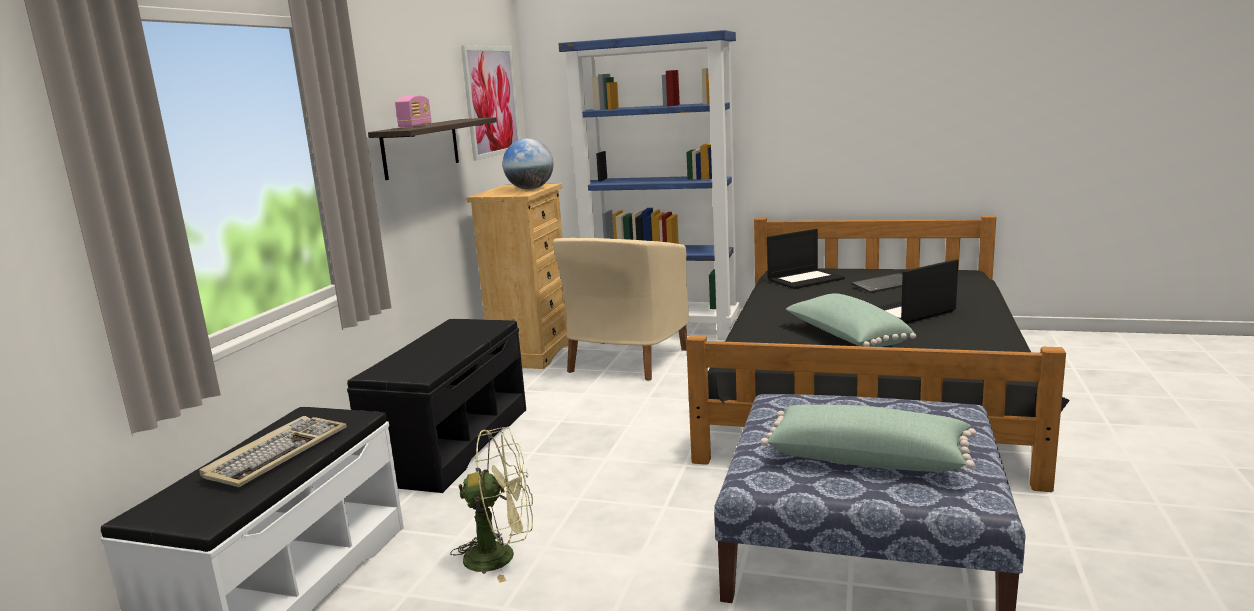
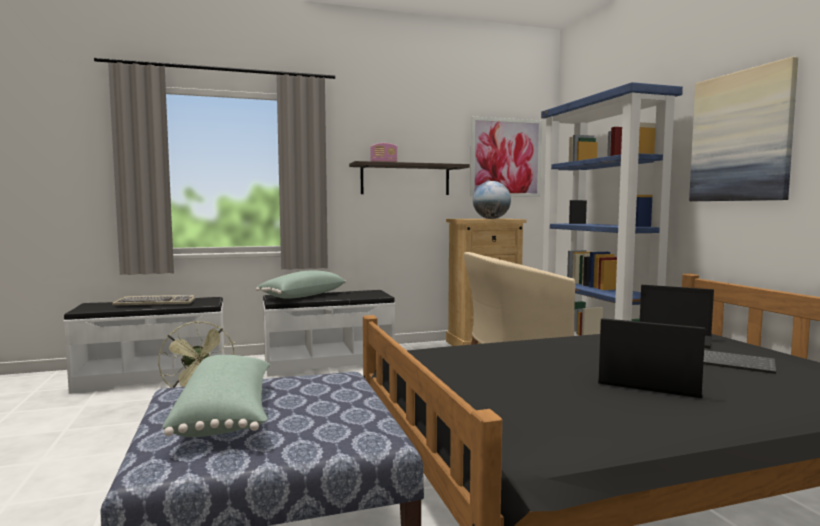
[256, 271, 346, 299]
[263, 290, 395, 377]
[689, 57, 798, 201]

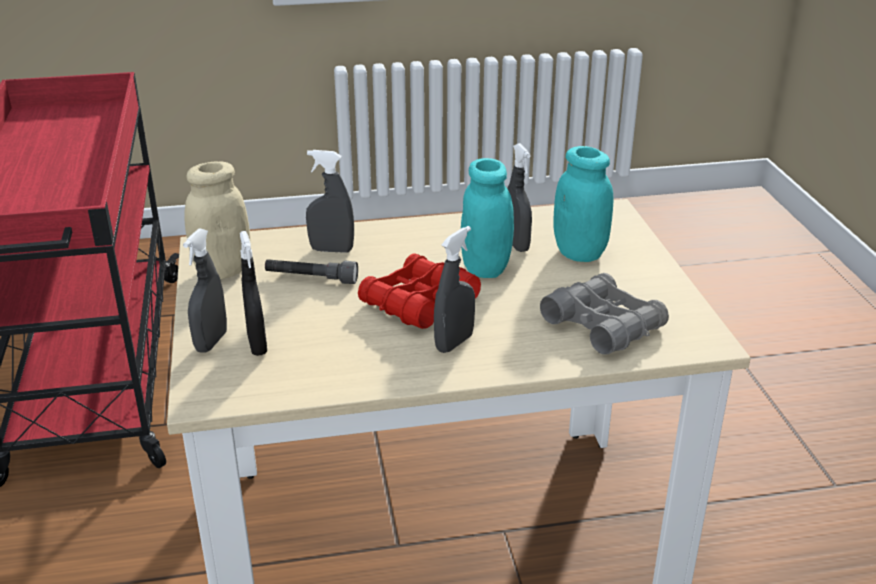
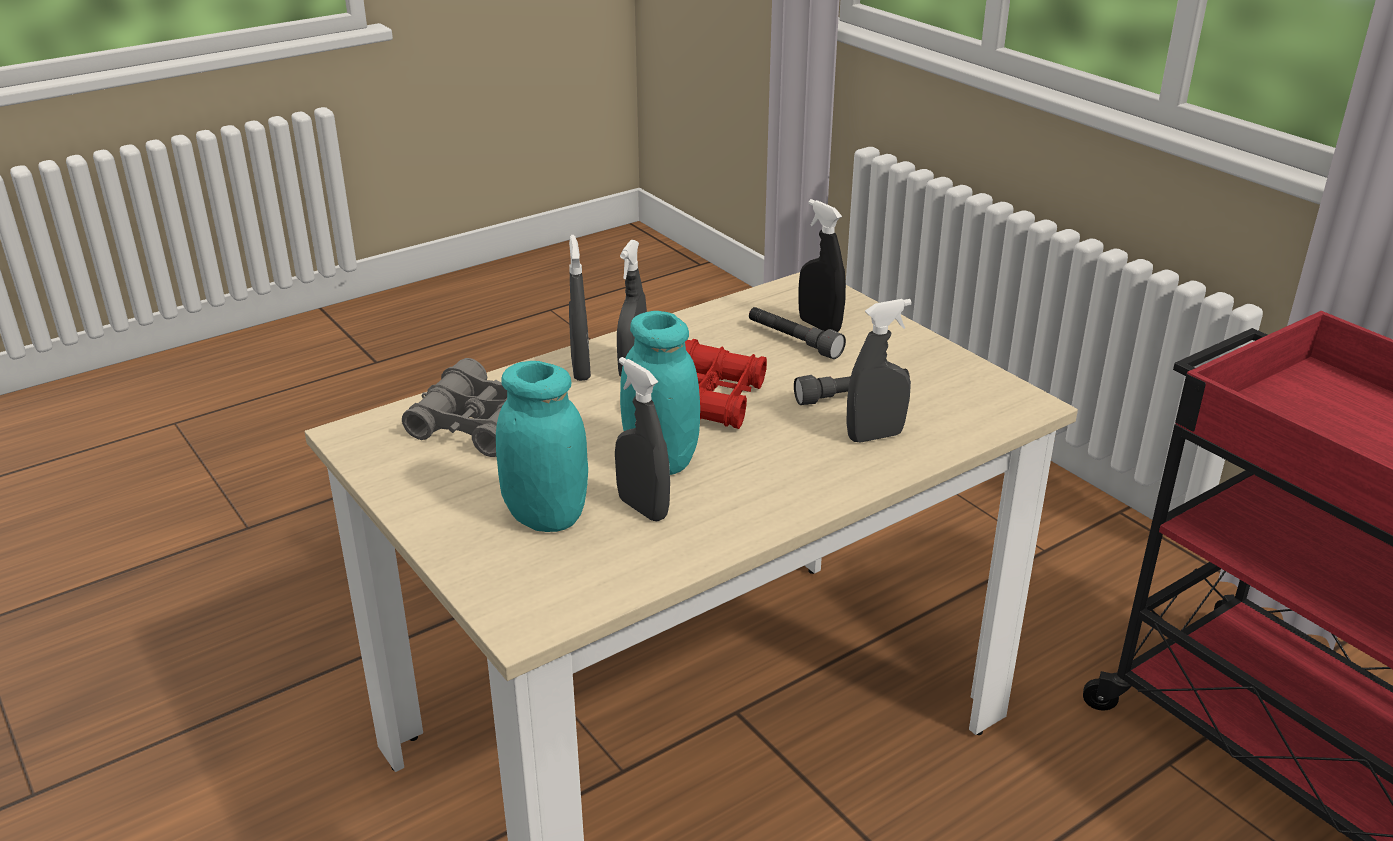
[569, 235, 591, 381]
[749, 307, 846, 359]
[184, 161, 250, 279] (first image)

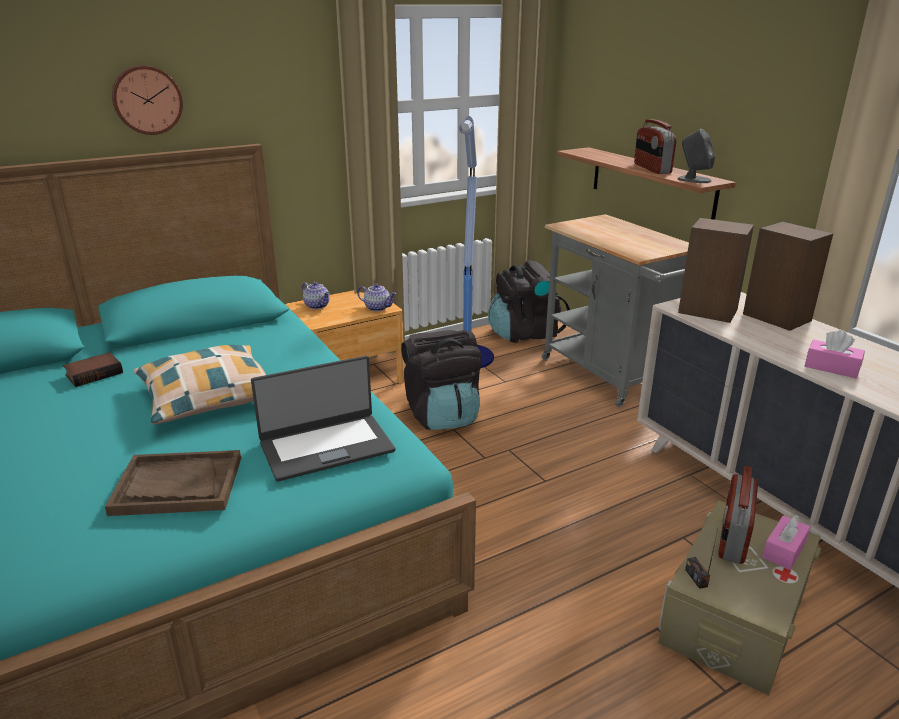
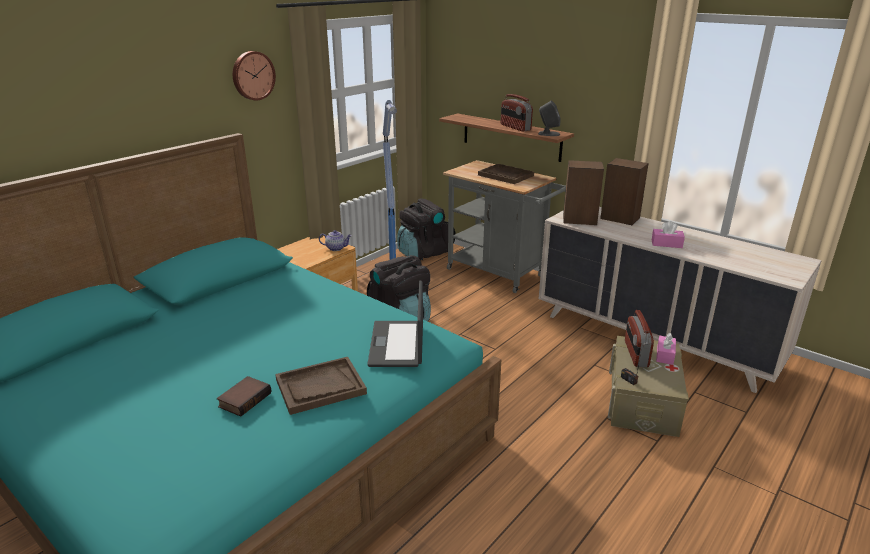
[217, 376, 271, 417]
[233, 51, 276, 100]
[367, 281, 423, 367]
[478, 164, 534, 184]
[134, 345, 266, 424] (first image)
[302, 282, 330, 309] (first image)

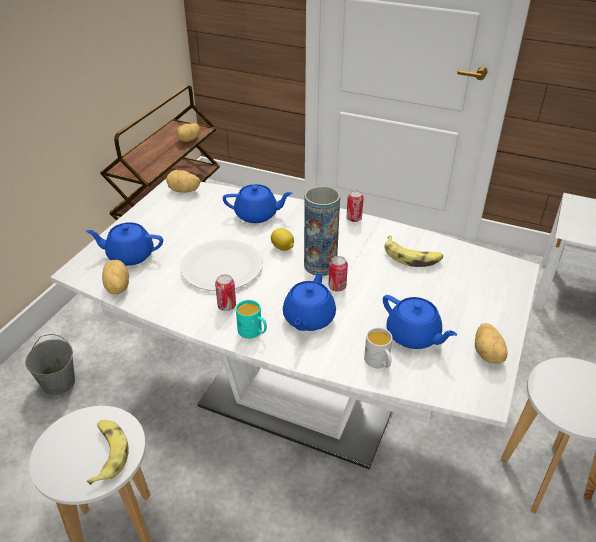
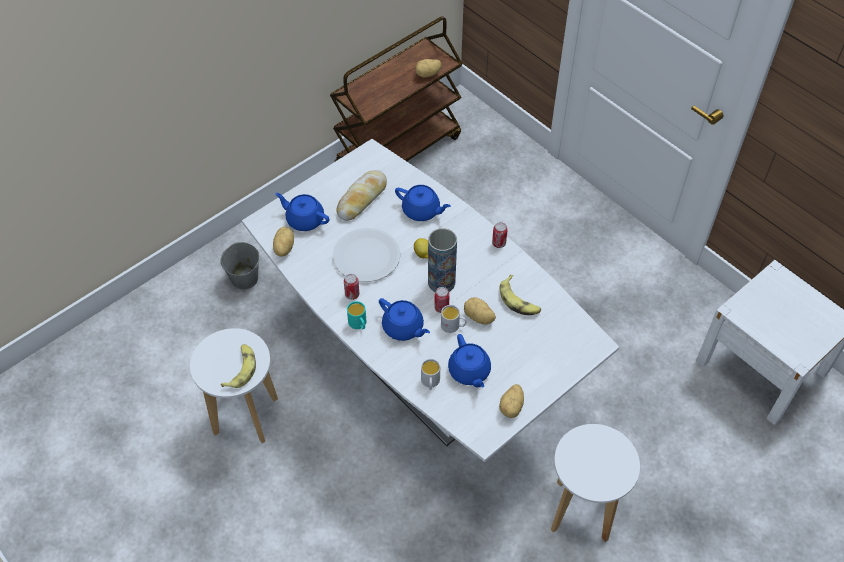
[336, 170, 387, 221]
[379, 298, 430, 341]
[441, 305, 467, 333]
[464, 297, 496, 324]

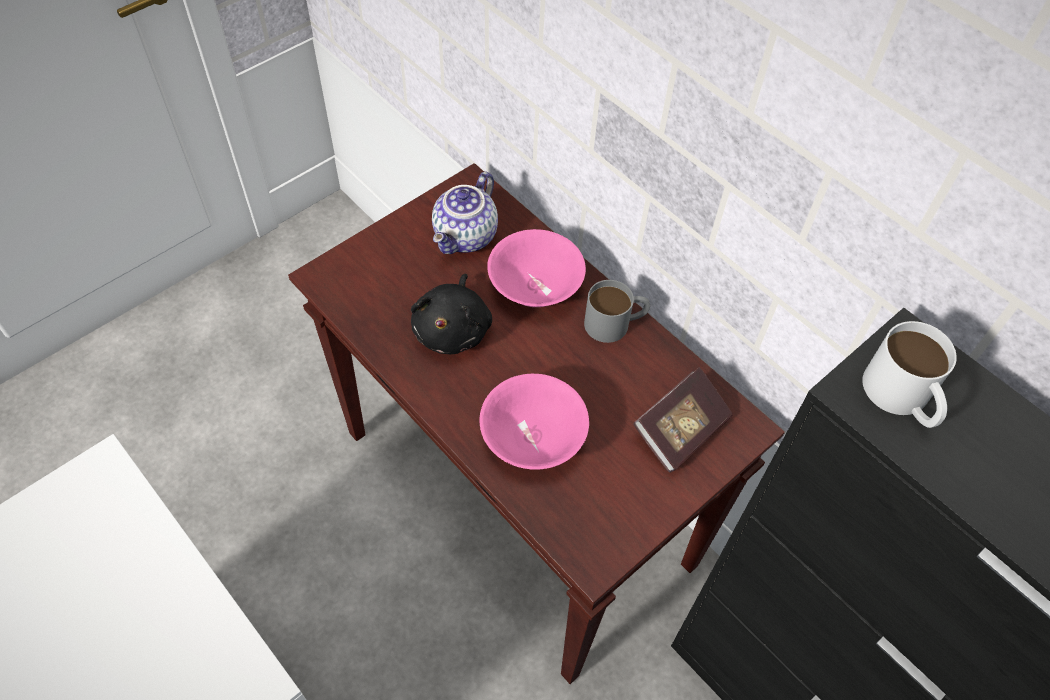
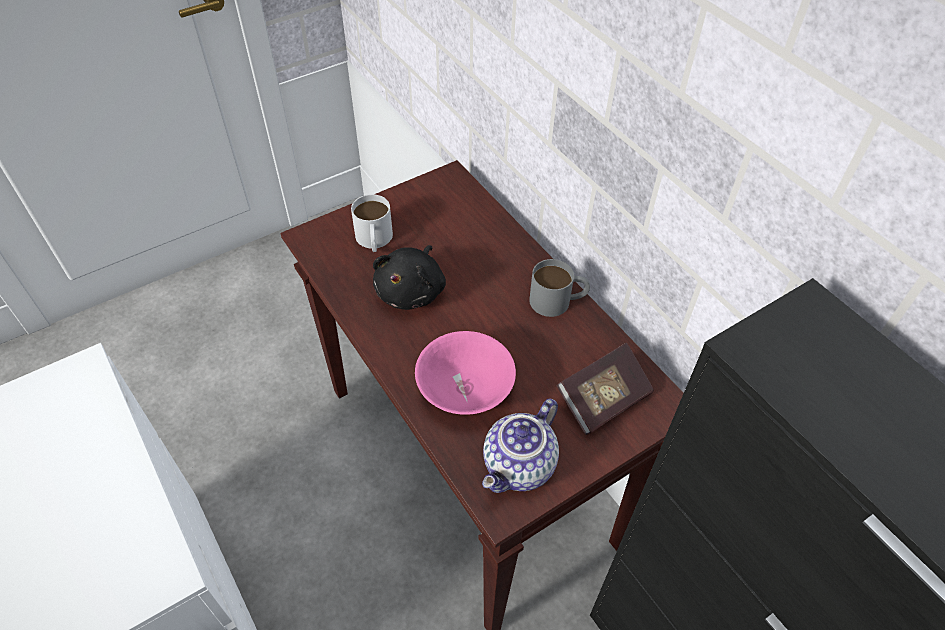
[351, 194, 393, 252]
[482, 398, 559, 493]
[487, 229, 586, 307] (first image)

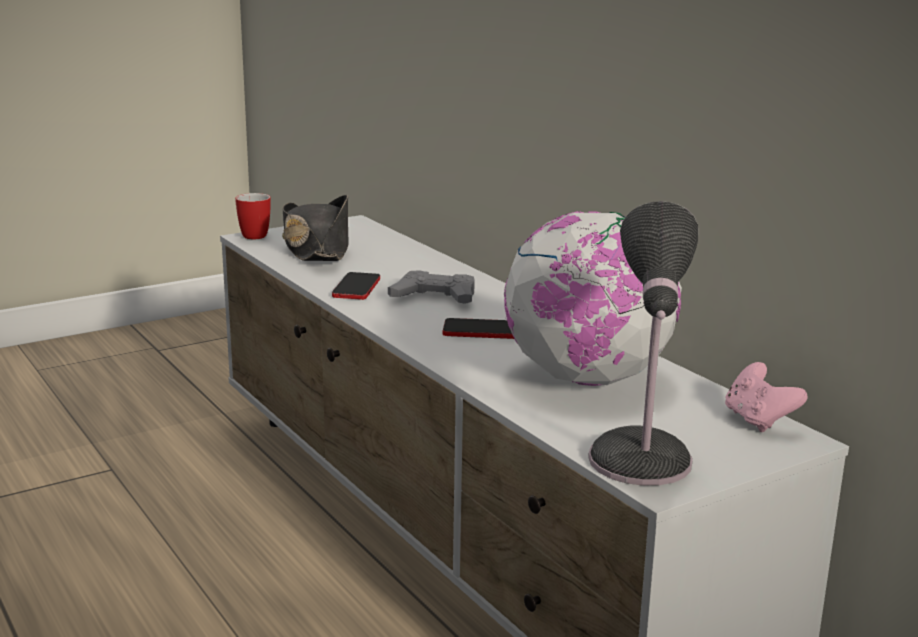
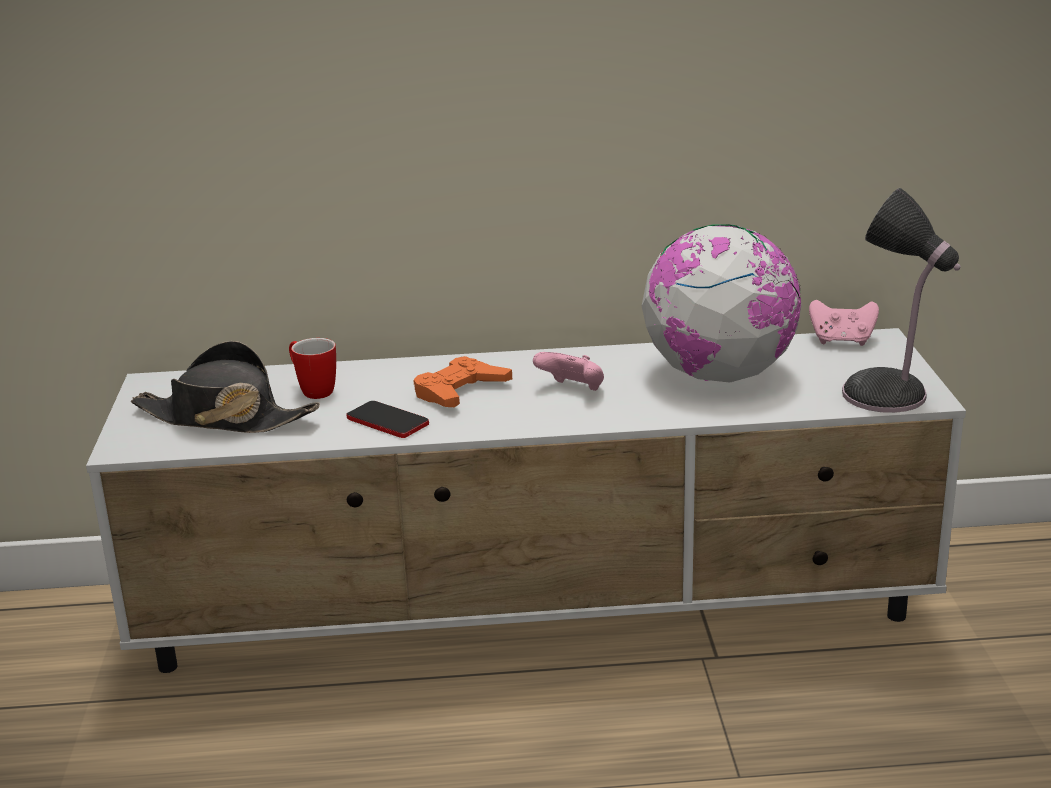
[289, 338, 336, 399]
[413, 356, 512, 407]
[533, 352, 604, 391]

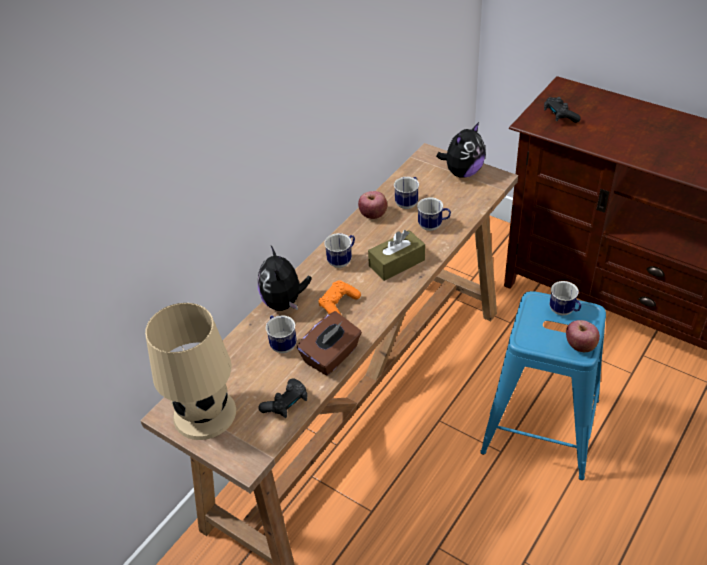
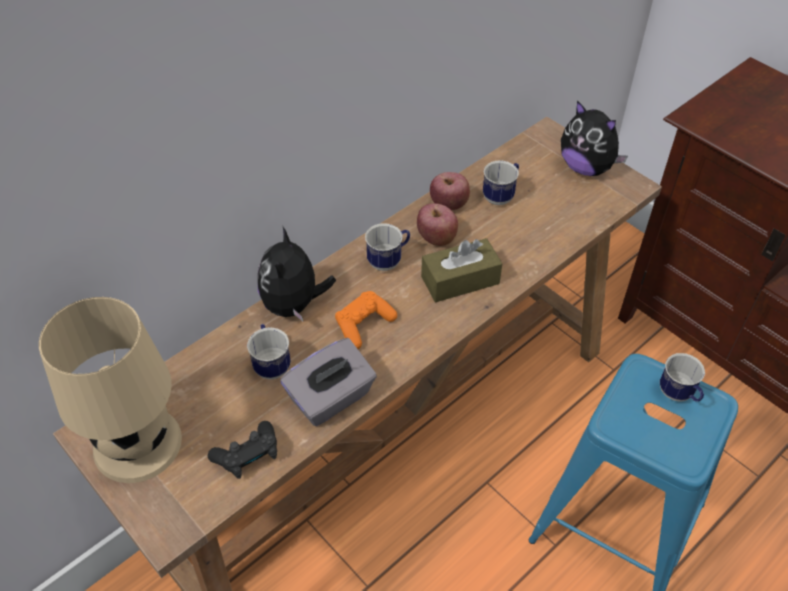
[280, 338, 377, 426]
[417, 203, 458, 246]
[561, 100, 628, 176]
[417, 197, 451, 231] (first image)
[544, 97, 581, 123] (first image)

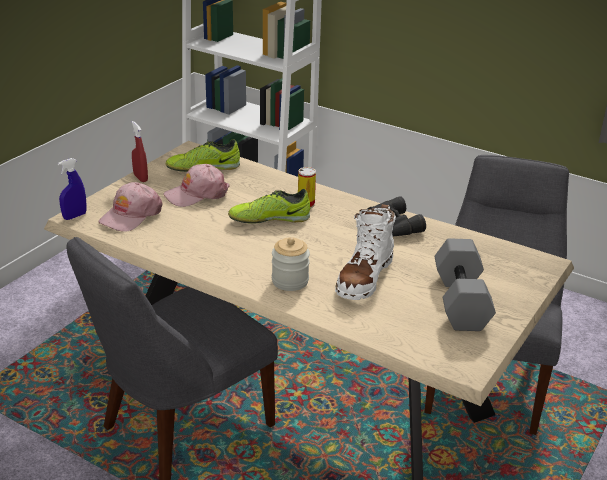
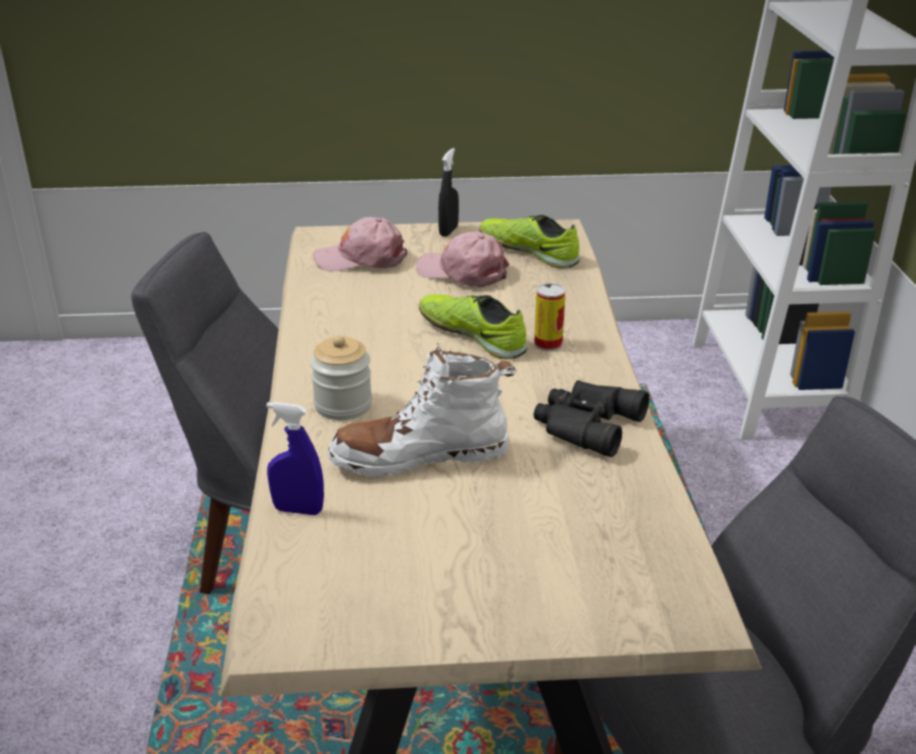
[266, 402, 324, 515]
[438, 148, 459, 237]
[435, 238, 496, 331] (first image)

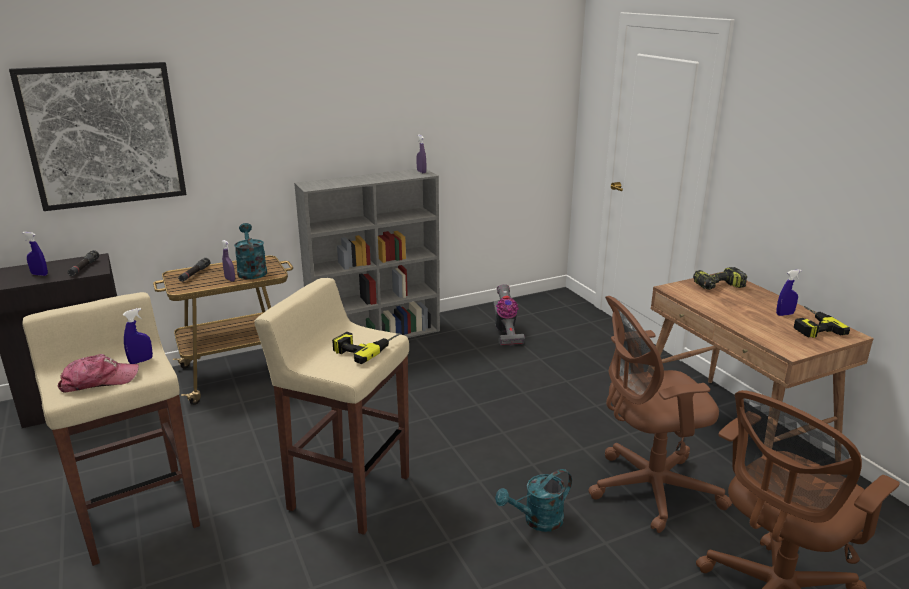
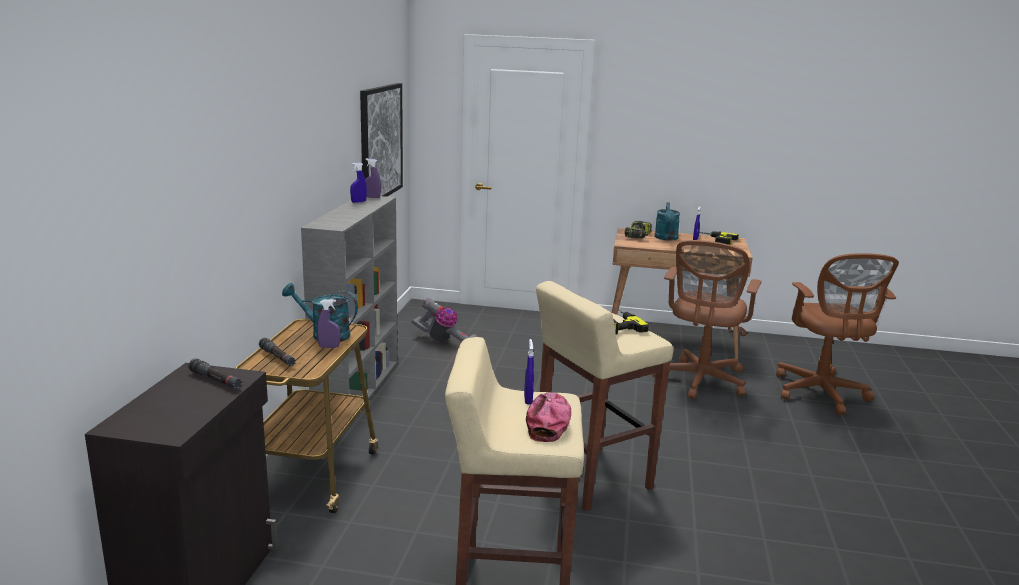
[350, 162, 367, 203]
[360, 83, 403, 197]
[655, 202, 680, 240]

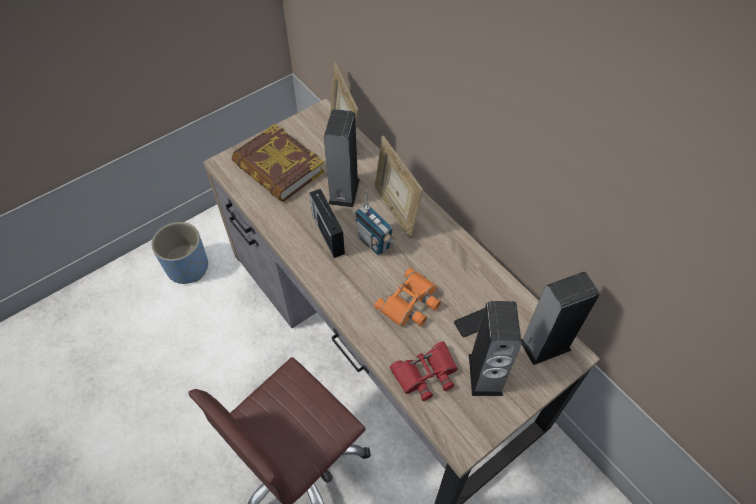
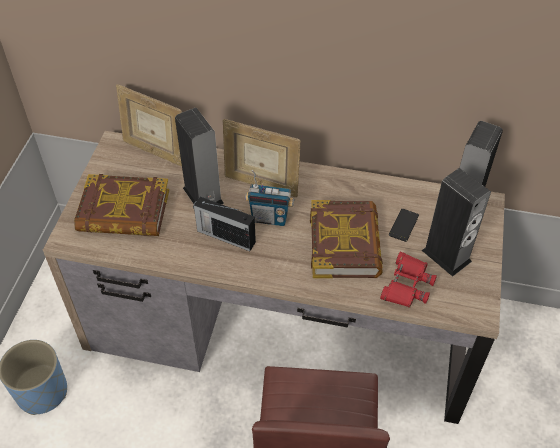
[310, 200, 383, 278]

